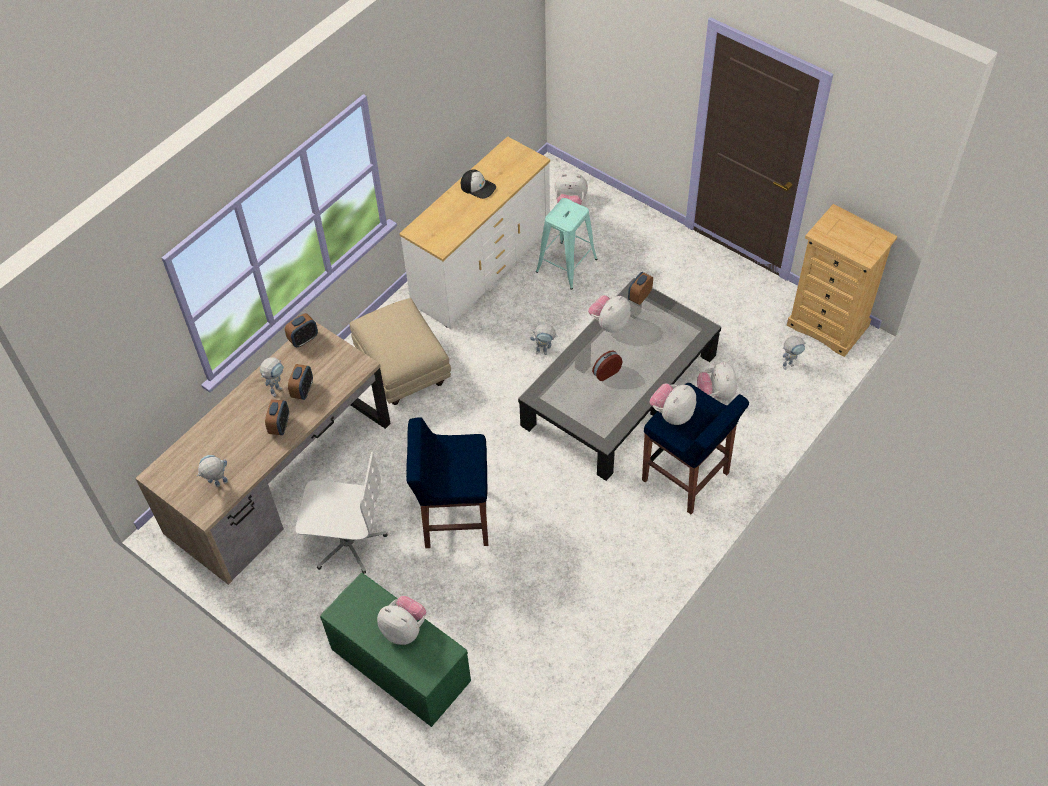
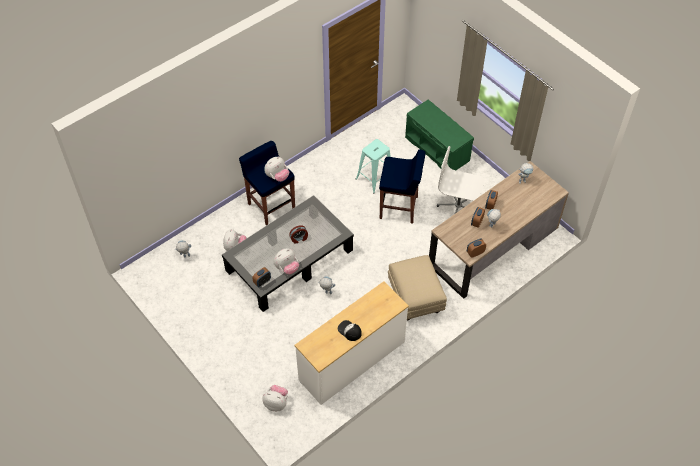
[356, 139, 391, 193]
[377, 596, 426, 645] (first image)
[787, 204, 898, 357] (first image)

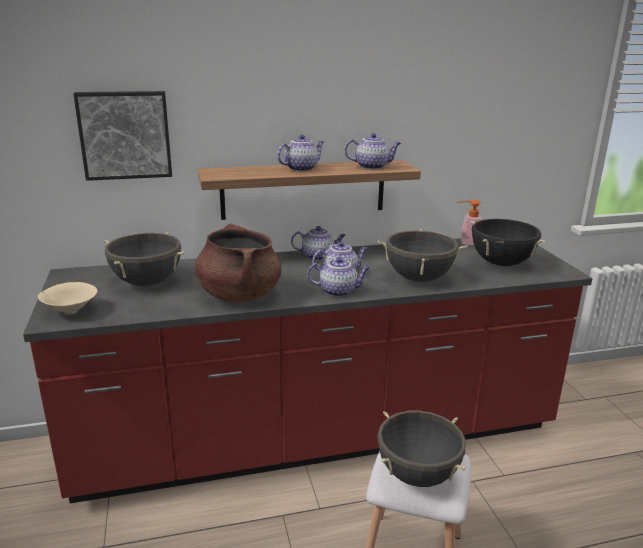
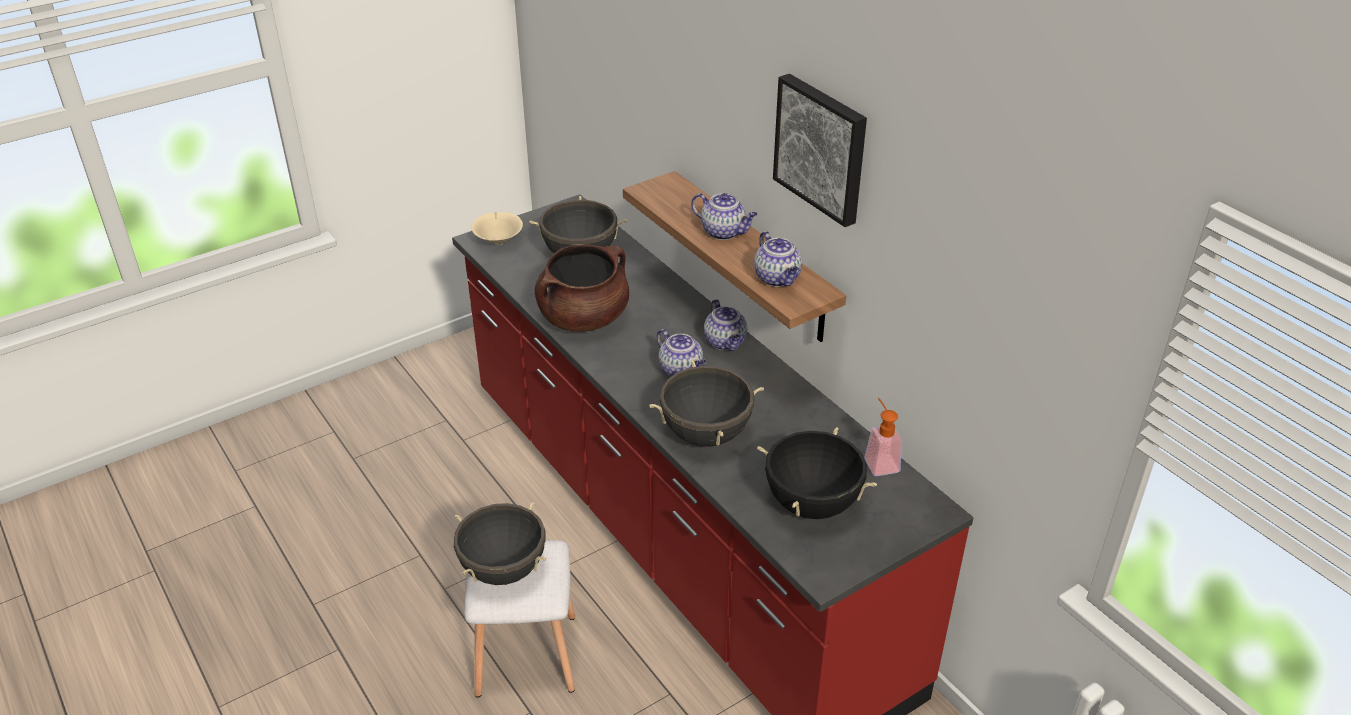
[773, 74, 867, 227]
[307, 257, 370, 297] (first image)

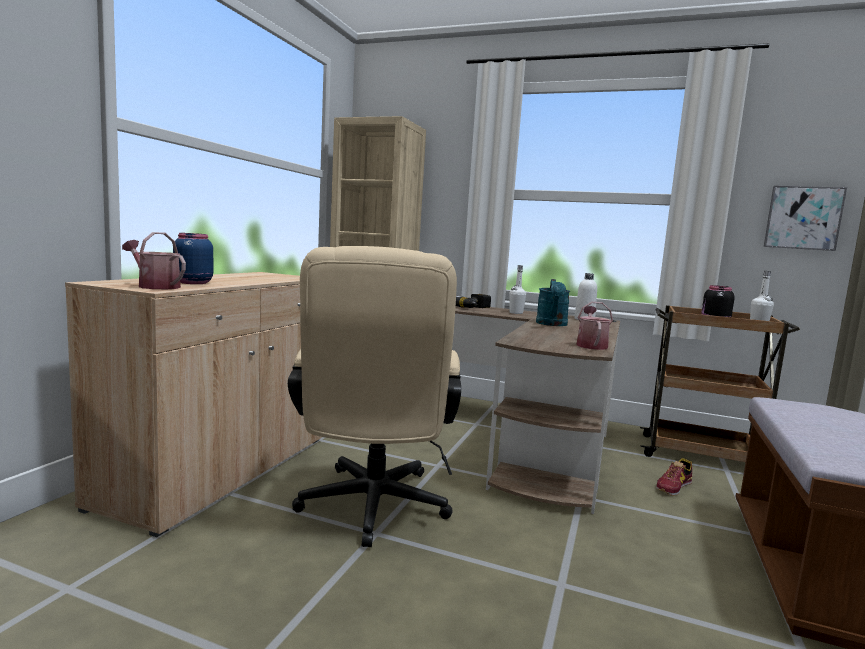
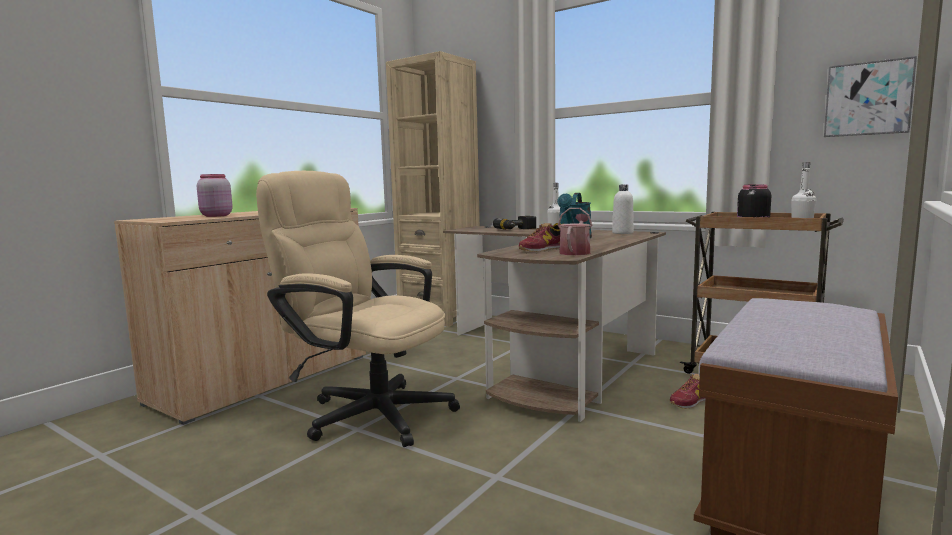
[197, 174, 233, 217]
[256, 171, 460, 447]
[519, 223, 561, 252]
[122, 232, 186, 289] (first image)

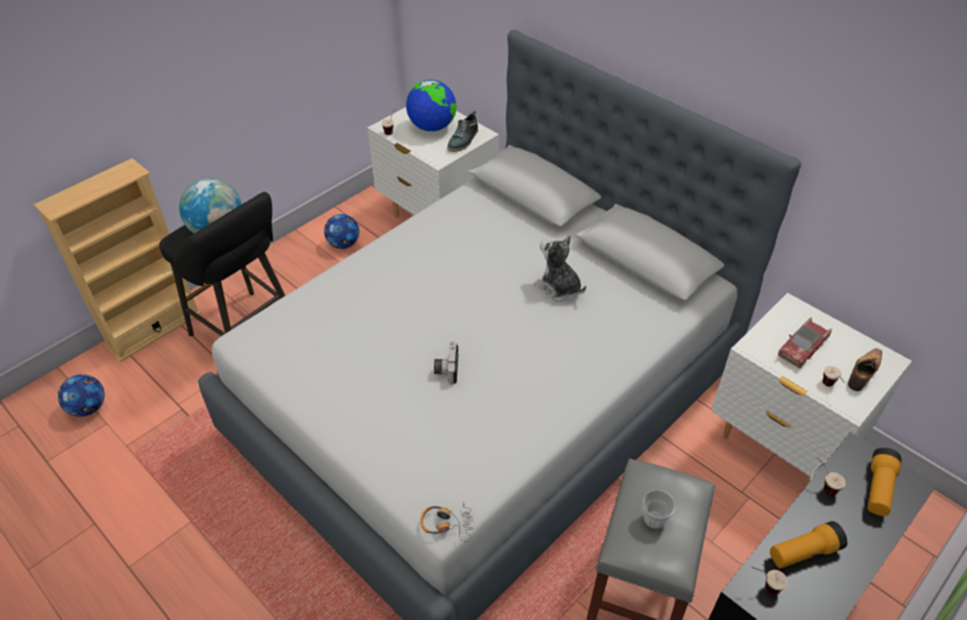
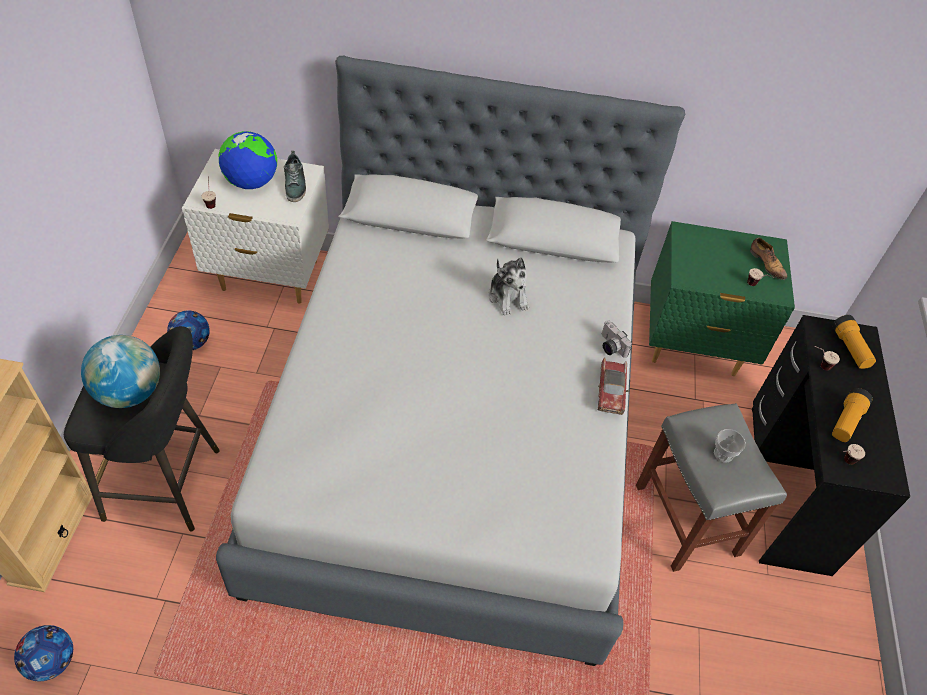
[488, 257, 529, 315]
[598, 357, 629, 415]
[602, 320, 632, 358]
[649, 221, 795, 376]
[750, 238, 787, 280]
[420, 501, 474, 542] (first image)

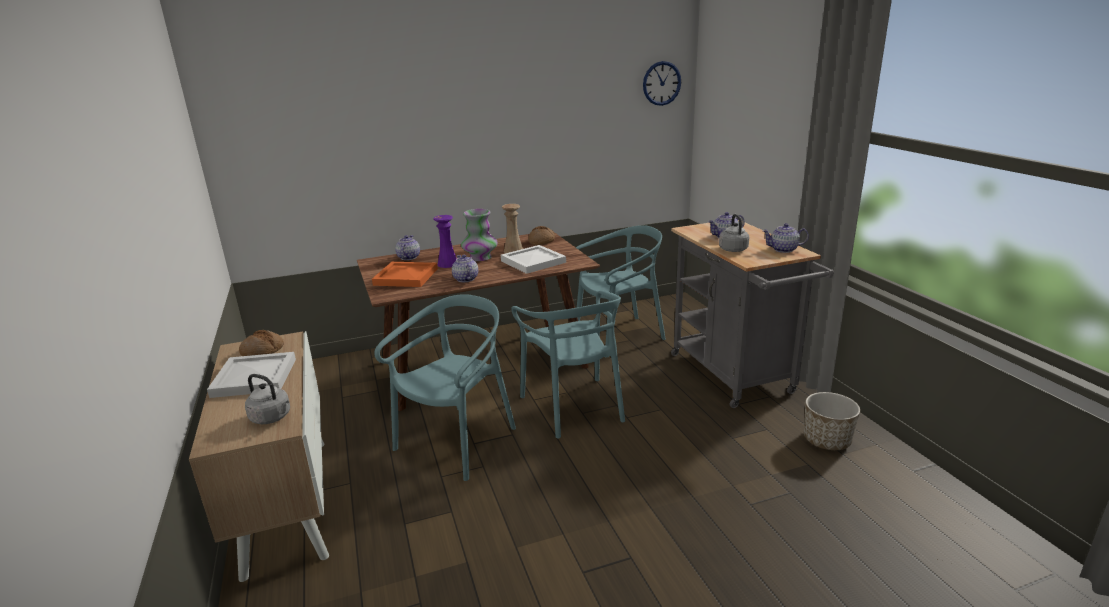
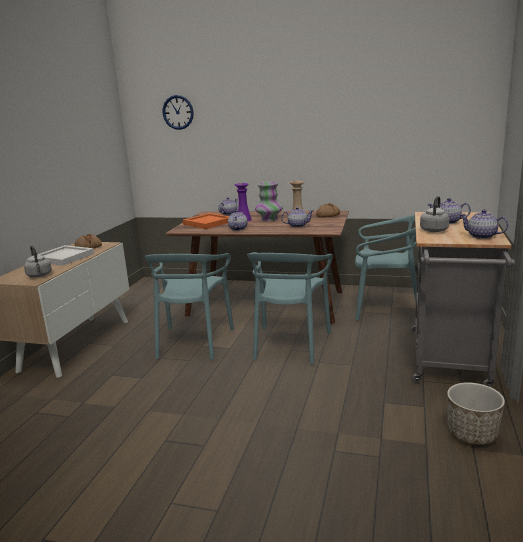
[145, 253, 234, 360]
[163, 95, 194, 130]
[281, 207, 314, 228]

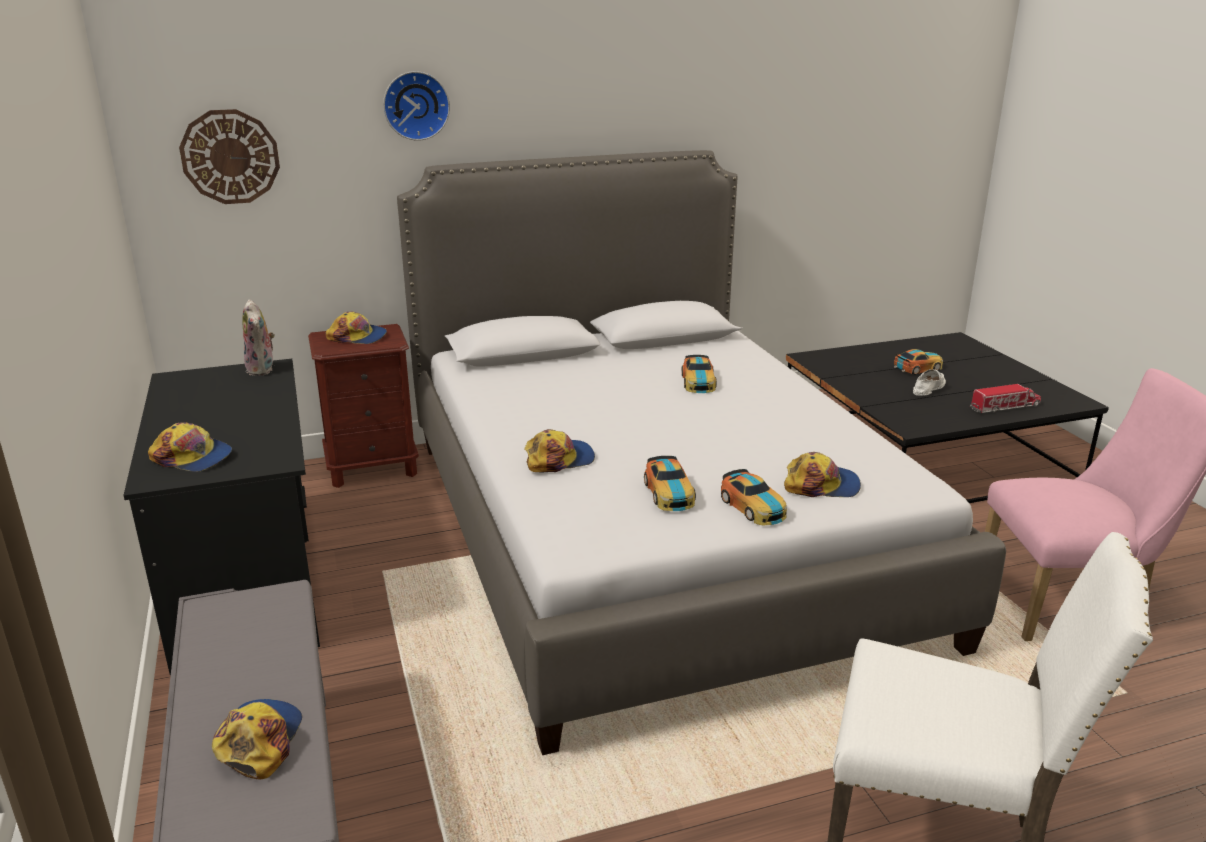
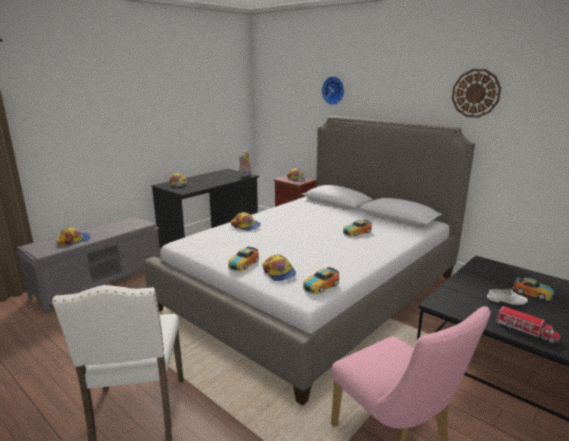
[303, 267, 339, 294]
[452, 69, 501, 118]

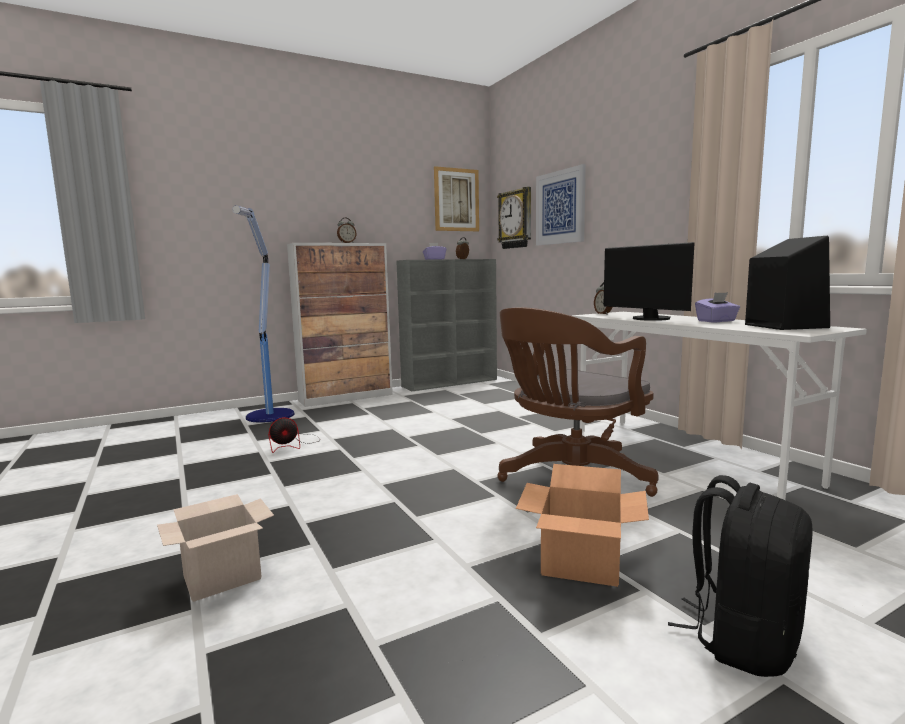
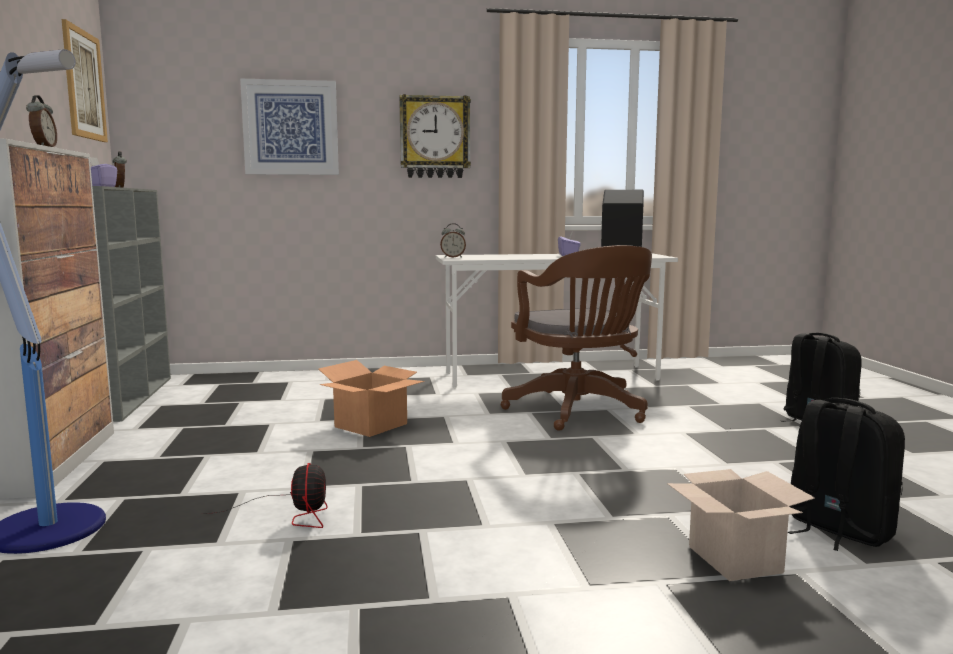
[318, 360, 425, 437]
[399, 94, 471, 178]
[788, 398, 905, 551]
[603, 242, 695, 321] (first image)

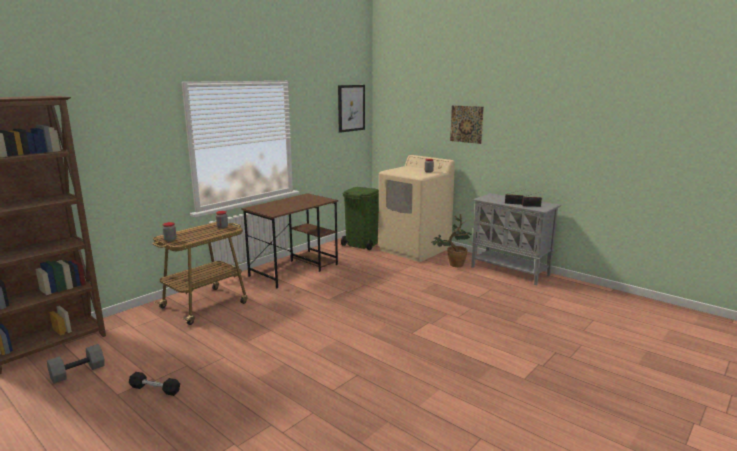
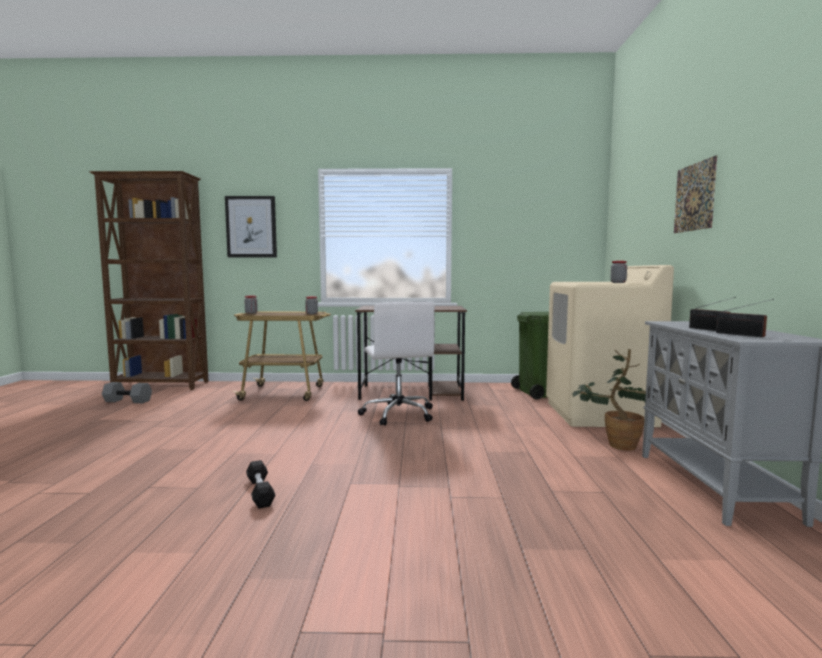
[225, 196, 277, 257]
[246, 460, 276, 508]
[358, 302, 435, 426]

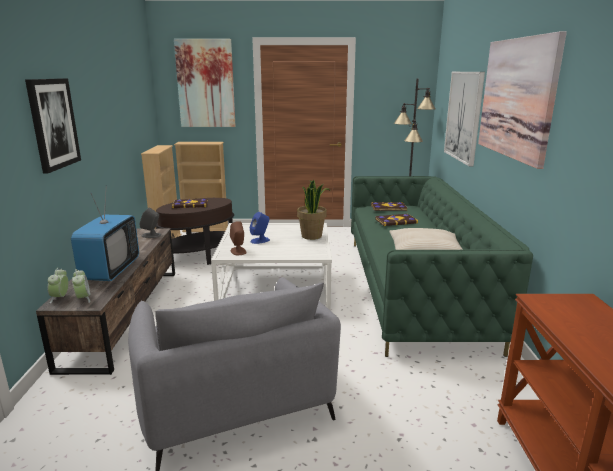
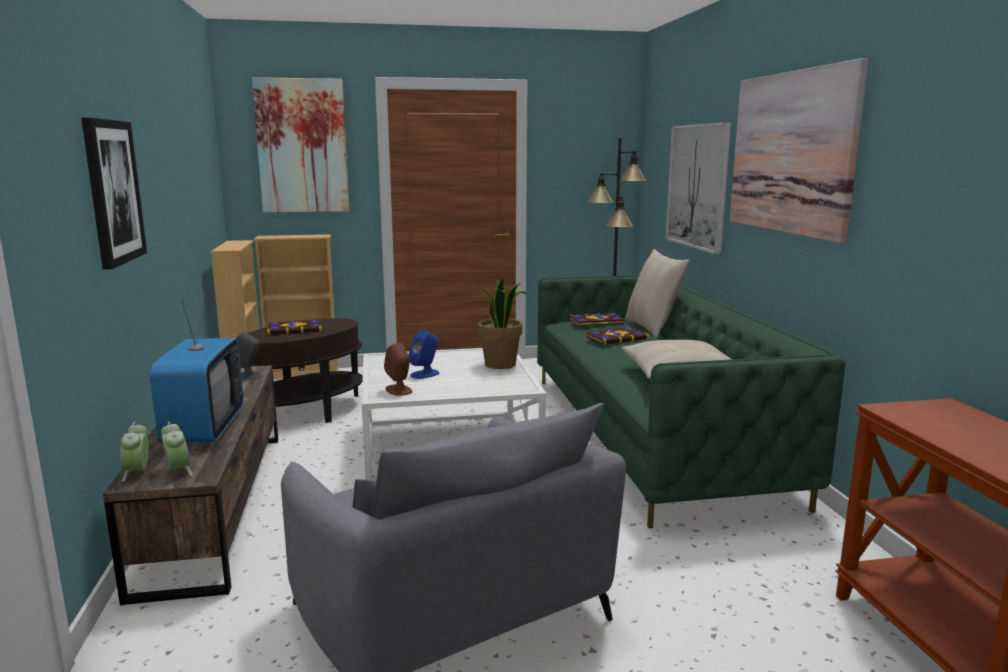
[625, 249, 689, 338]

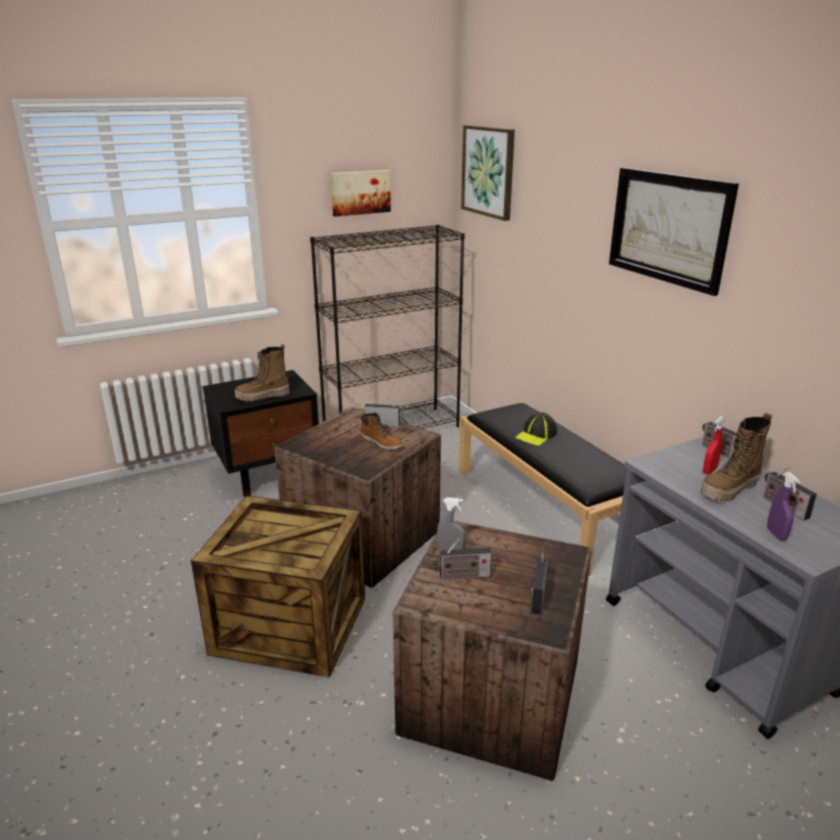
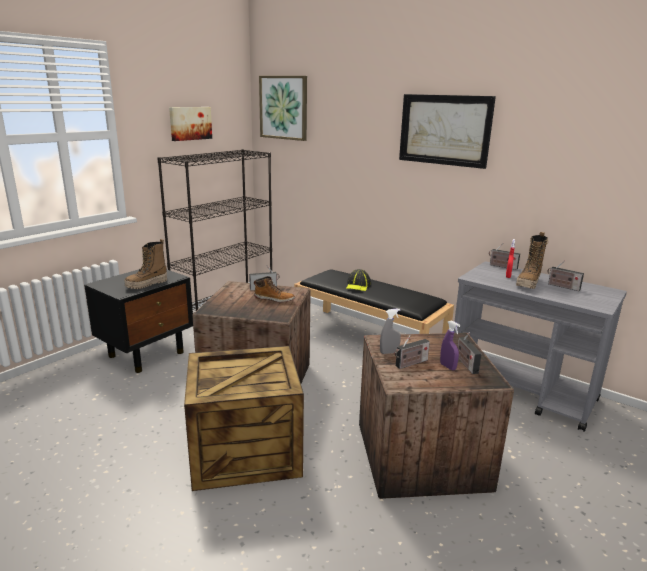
[440, 320, 460, 370]

